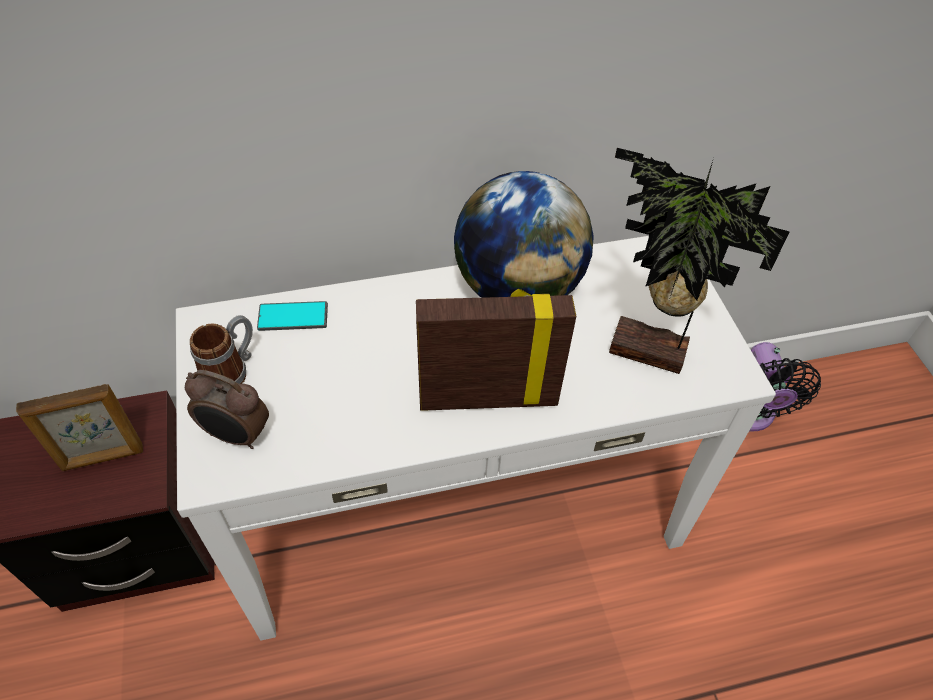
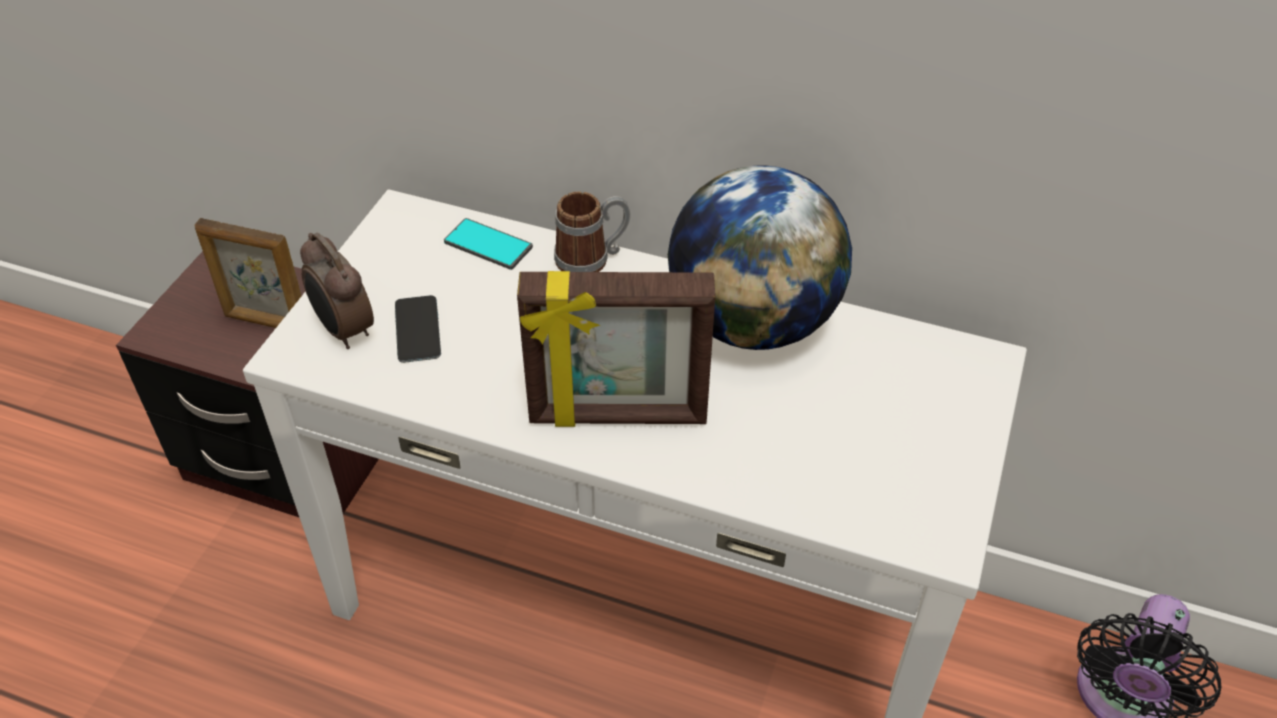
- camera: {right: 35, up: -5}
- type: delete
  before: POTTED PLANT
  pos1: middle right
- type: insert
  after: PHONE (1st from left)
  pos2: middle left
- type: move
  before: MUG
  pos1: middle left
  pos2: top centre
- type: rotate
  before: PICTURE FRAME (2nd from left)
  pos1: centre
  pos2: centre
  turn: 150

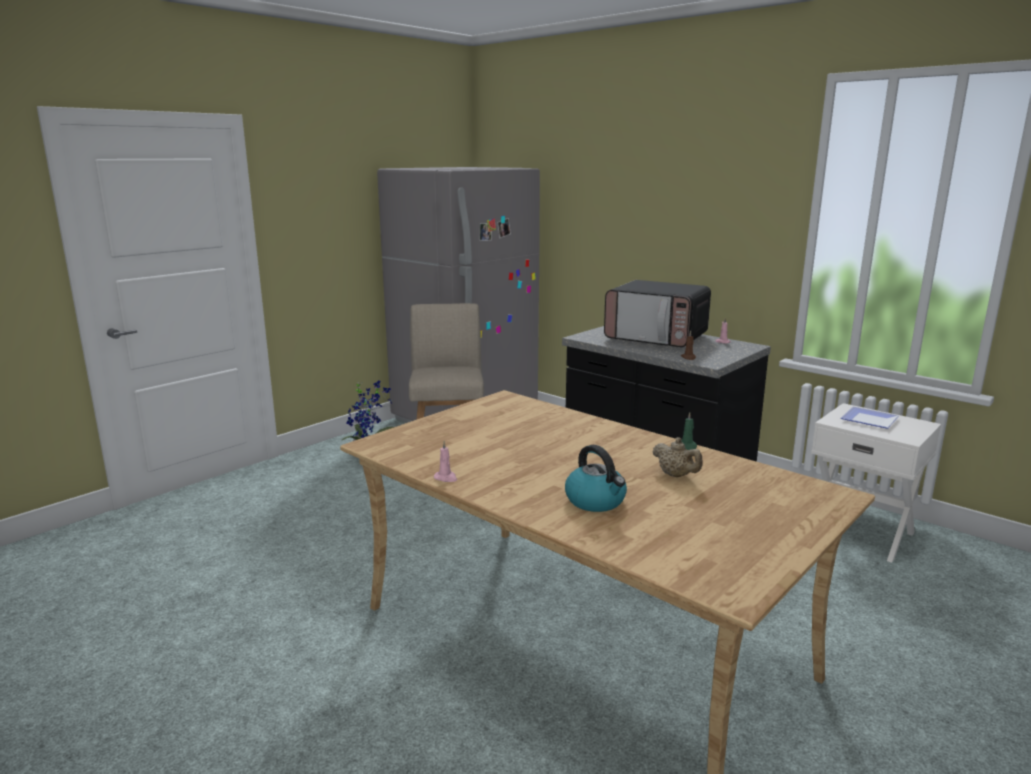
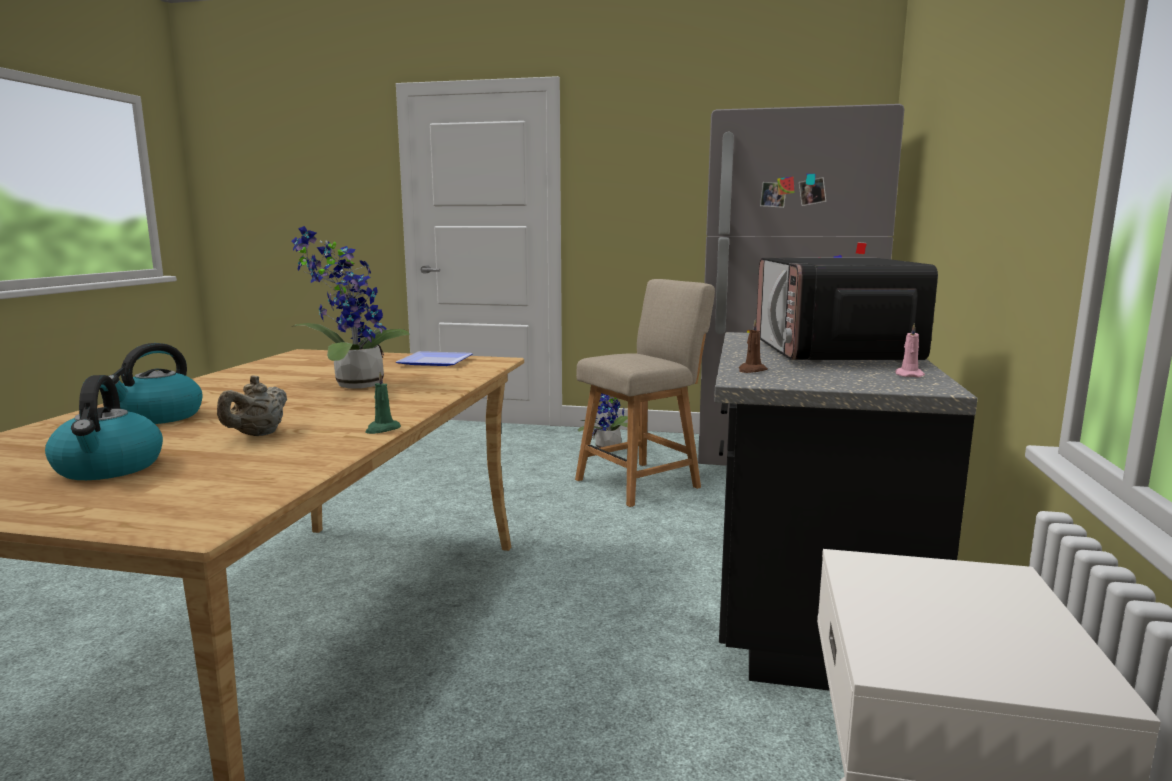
- camera: {right: 60, up: -5}
- type: delete
  before: PINK CANDLE (1st from left)
  pos1: centre
- type: insert
  after: KETTLE (1st from left)
  pos2: middle left
- type: insert
  after: POTTED PLANT (1st from left)
  pos2: middle left
- type: move
  before: PLATE
  pos1: middle right
  pos2: centre

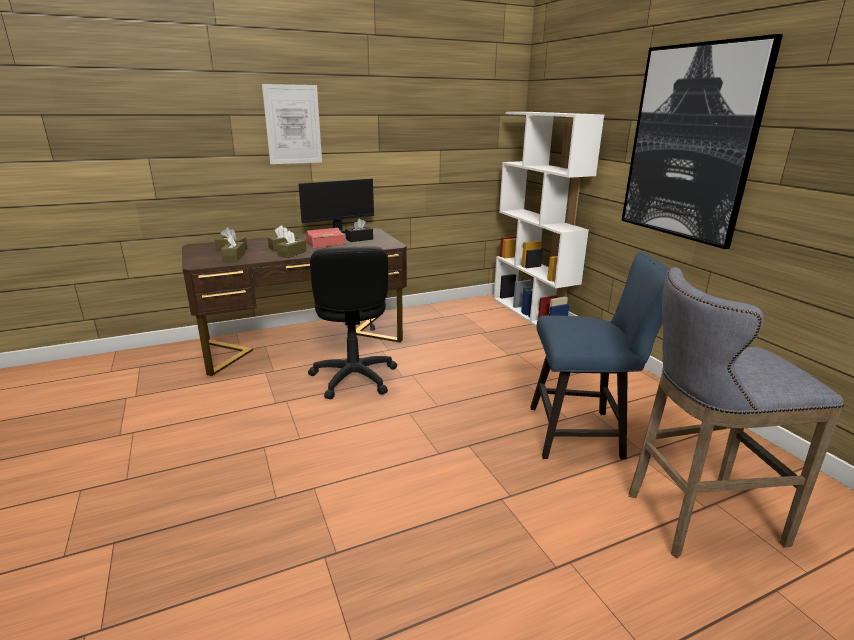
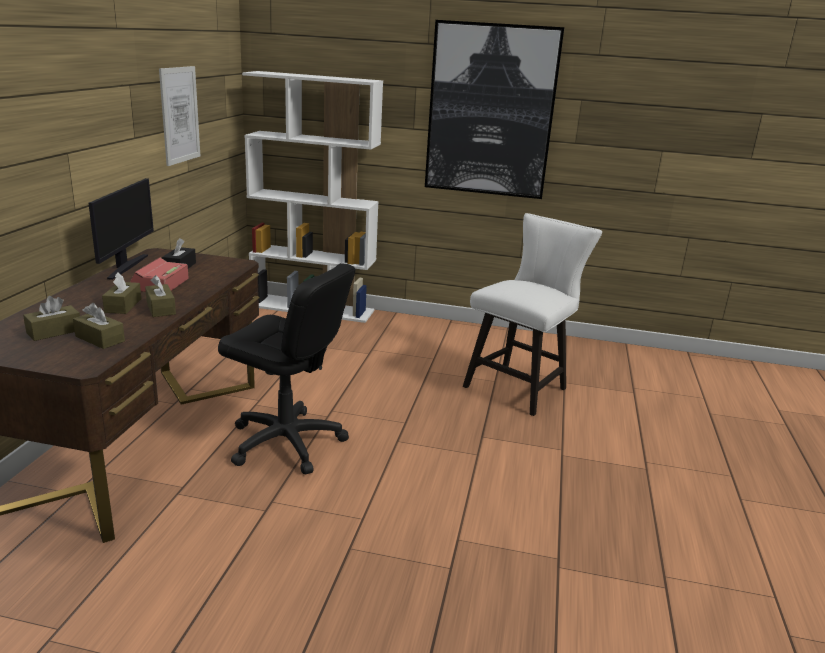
- camera: {right: -55, up: 0}
- type: delete
  before: GREY STOOL
  pos1: middle right
- type: move
  before: PICTURE (1st from left)
  pos1: top centre
  pos2: top left
- type: recolor
  before: BLUE CHAIR
  after: WHITE CHAIR
  pos1: middle right
  pos2: centre

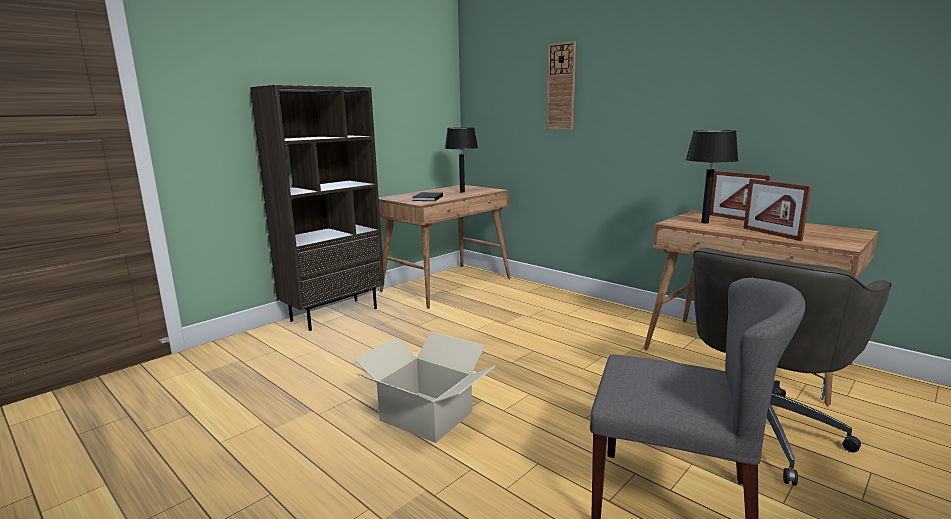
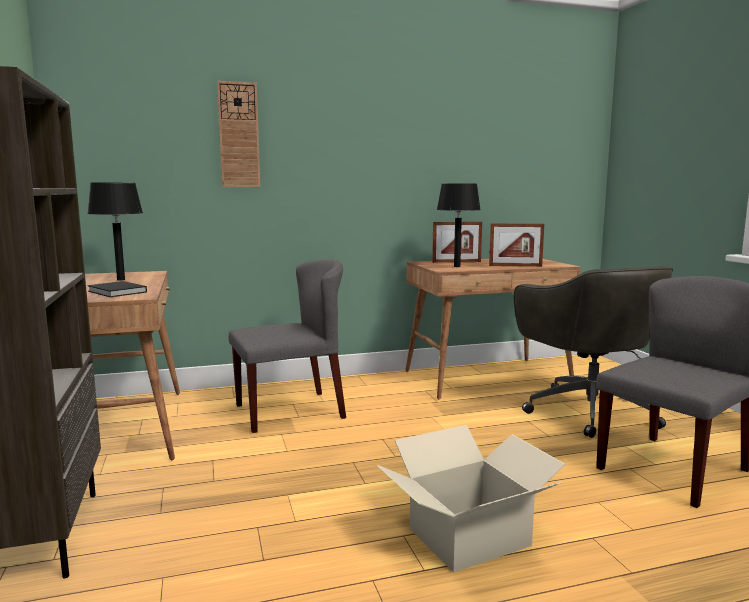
- camera: {right: -60, up: -5}
- type: insert
  after: GREY CHAIR (1st from left)
  pos2: centre

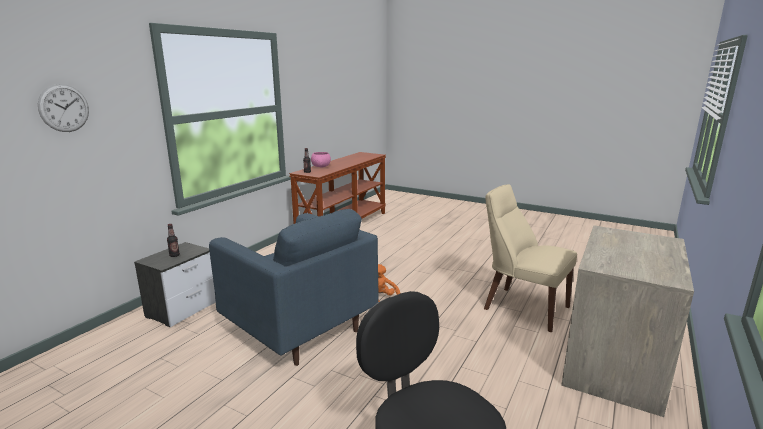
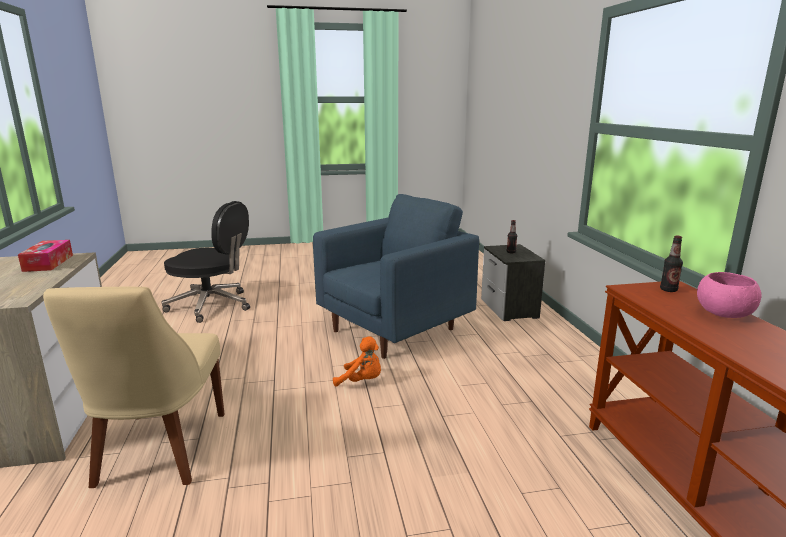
- camera: {right: 140, up: 0}
- type: delete
  before: WALL CLOCK
  pos1: top left
- type: insert
  after: TISSUE BOX
  pos2: middle left
- type: rotate
  before: BLUE ARMCHAIR
  pos1: bottom centre
  pos2: centre
  turn: 135
- type: rotate
  before: BEIGE CHAIR
  pos1: middle right
  pos2: bottom left
  turn: 90

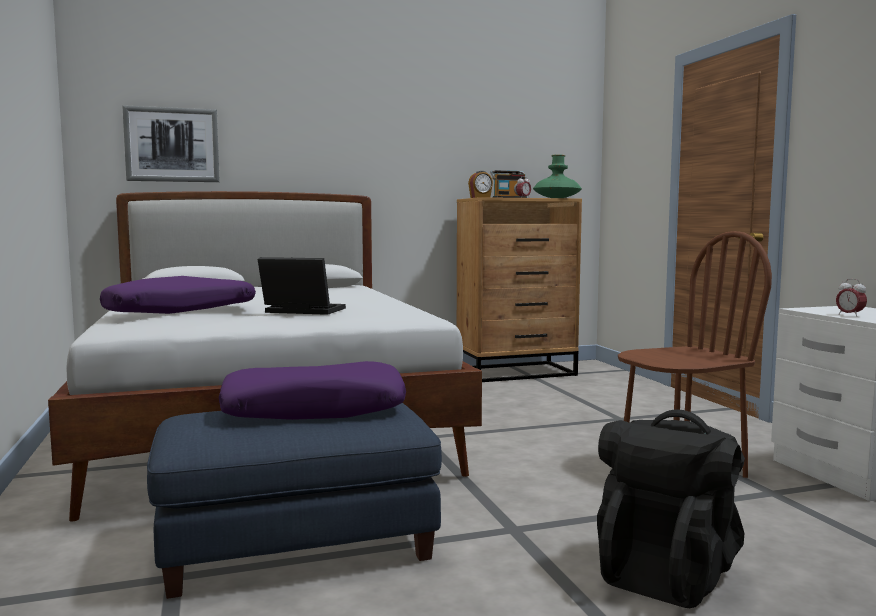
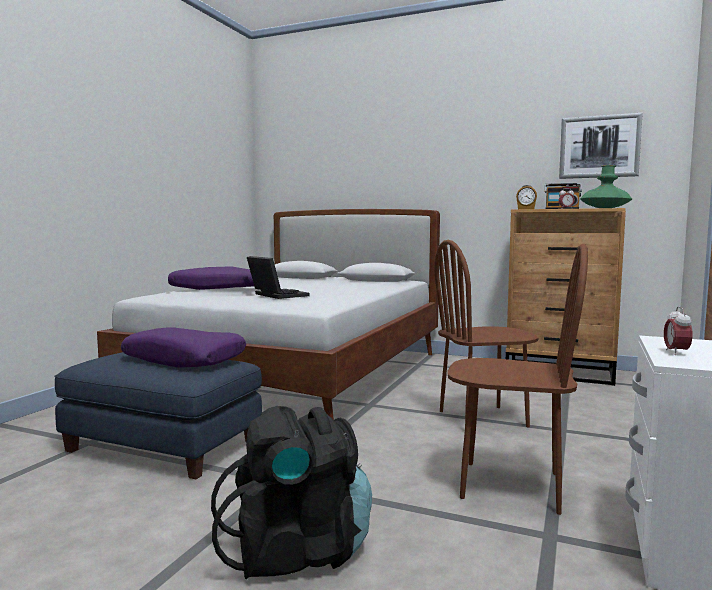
- camera: {right: 40, up: 0}
- type: insert
  after: BROWN CHAIR (1st from left)
  pos2: middle right
- type: move
  before: PICTURE
  pos1: top left
  pos2: top right

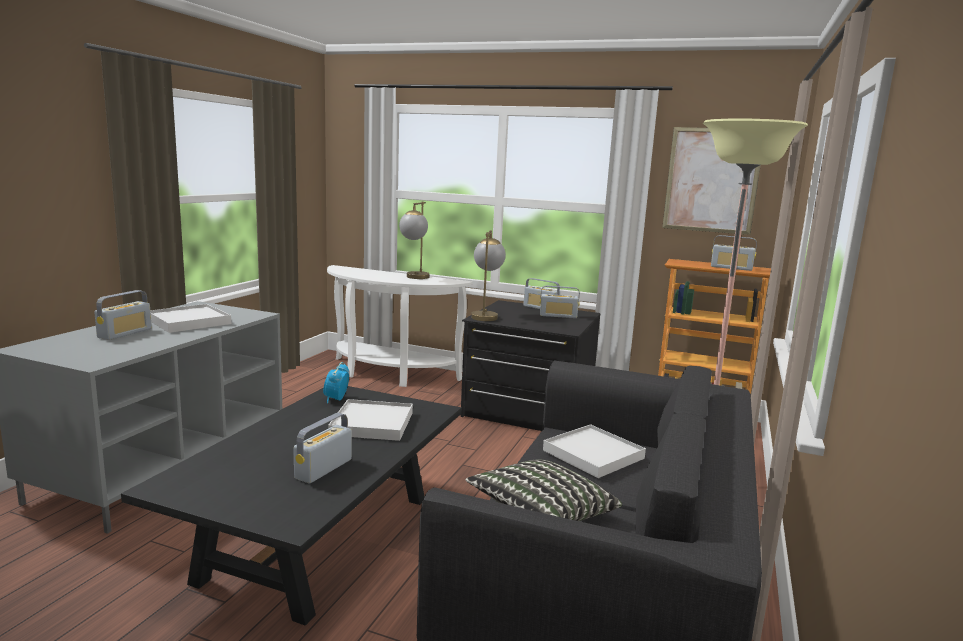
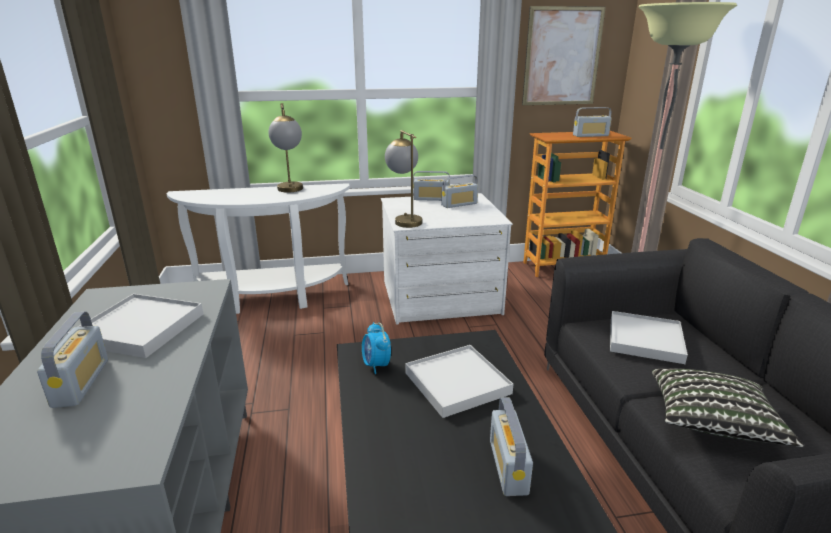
- camera: {right: -30, up: 10}
- type: recolor
  before: BLACK DRESSER
  after: WHITE DRESSER
  pos1: centre
  pos2: centre

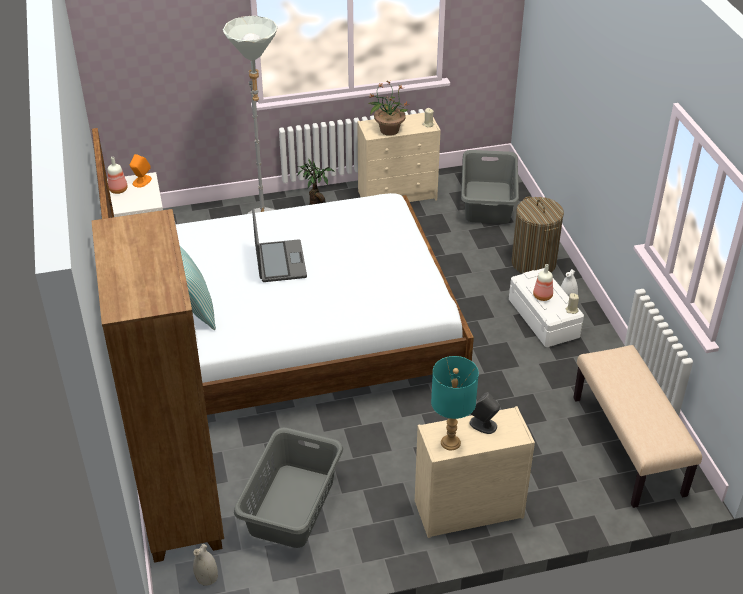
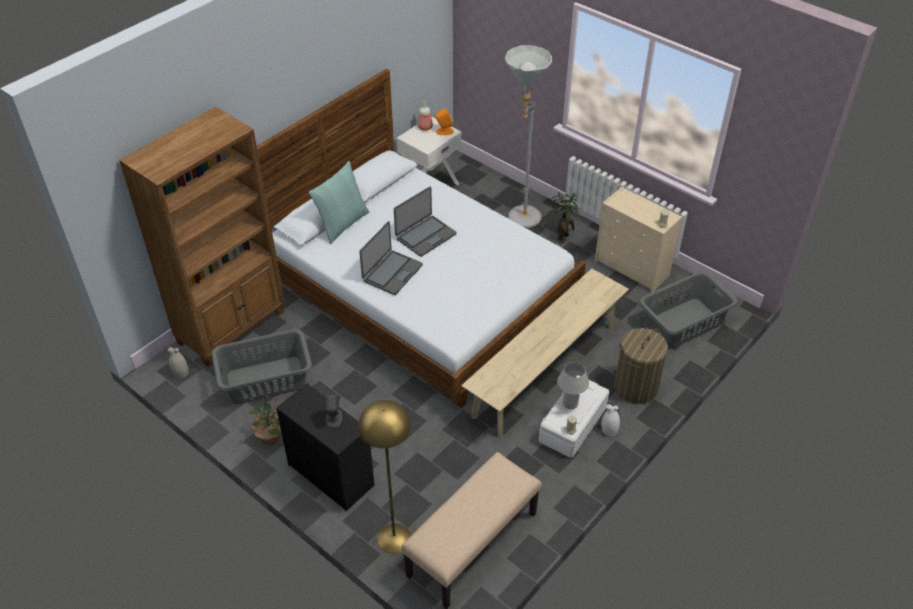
- camera: {right: 55, up: 5}
- type: delete
  before: TURQUOISE TABLE LAMP
  pos1: bottom centre
- type: insert
  after: YELLOW FLOOR LAMP
  pos2: bottom centre
- type: insert
  after: LAPTOP (1st from left)
  pos2: centre
- type: insert
  after: BEIGE BENCH (2nd from left)
  pos2: centre
- type: move
  before: POTTED PLANT (2nd from left in the first image)
  after: POTTED PLANT (1st from left)
  pos1: top centre
  pos2: bottom left
- type: replace
  before: BOTTLE (2nd from left)
  after: WHITE TABLE LAMP
  pos1: middle right
  pos2: centre
- type: recolor
  before: BEIGE DRESSER (2nd from left)
  after: BLACK DRESSER
  pos1: bottom centre
  pos2: bottom centre

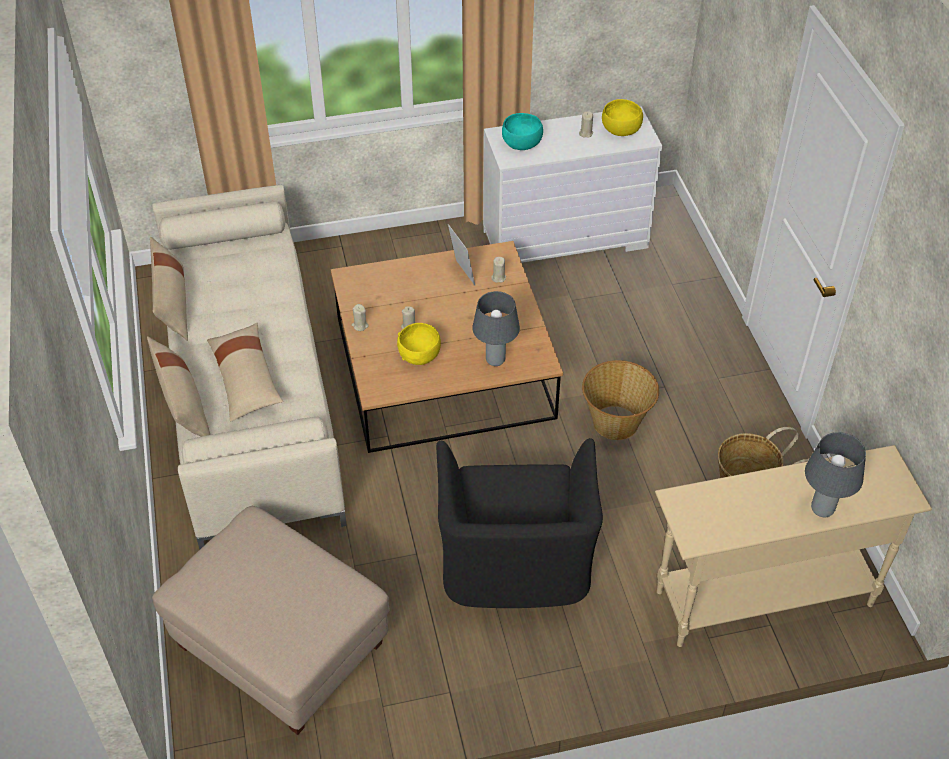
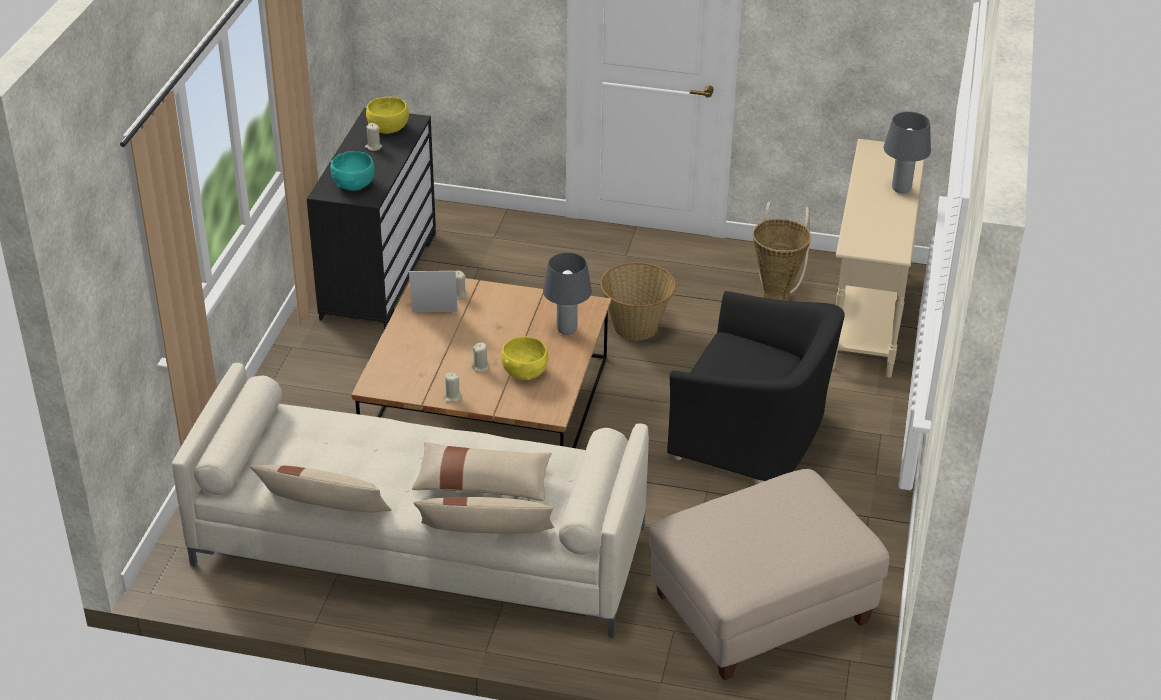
- camera: {right: -65, up: -10}
- type: recolor
  before: WHITE DRESSER
  after: BLACK DRESSER
  pos1: top centre
  pos2: top left

